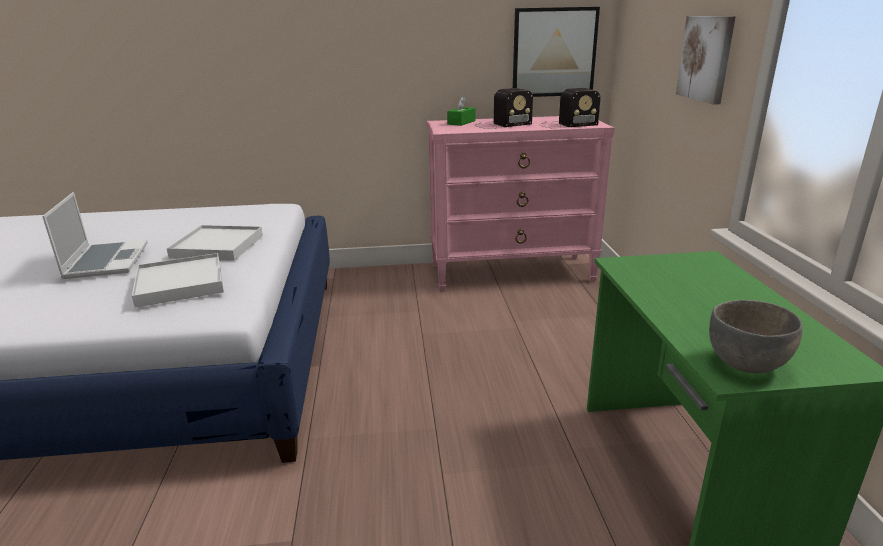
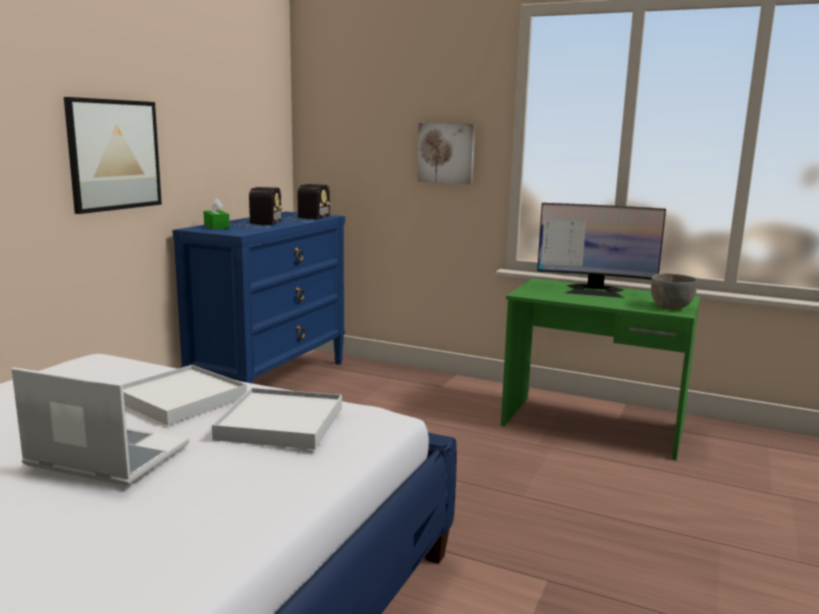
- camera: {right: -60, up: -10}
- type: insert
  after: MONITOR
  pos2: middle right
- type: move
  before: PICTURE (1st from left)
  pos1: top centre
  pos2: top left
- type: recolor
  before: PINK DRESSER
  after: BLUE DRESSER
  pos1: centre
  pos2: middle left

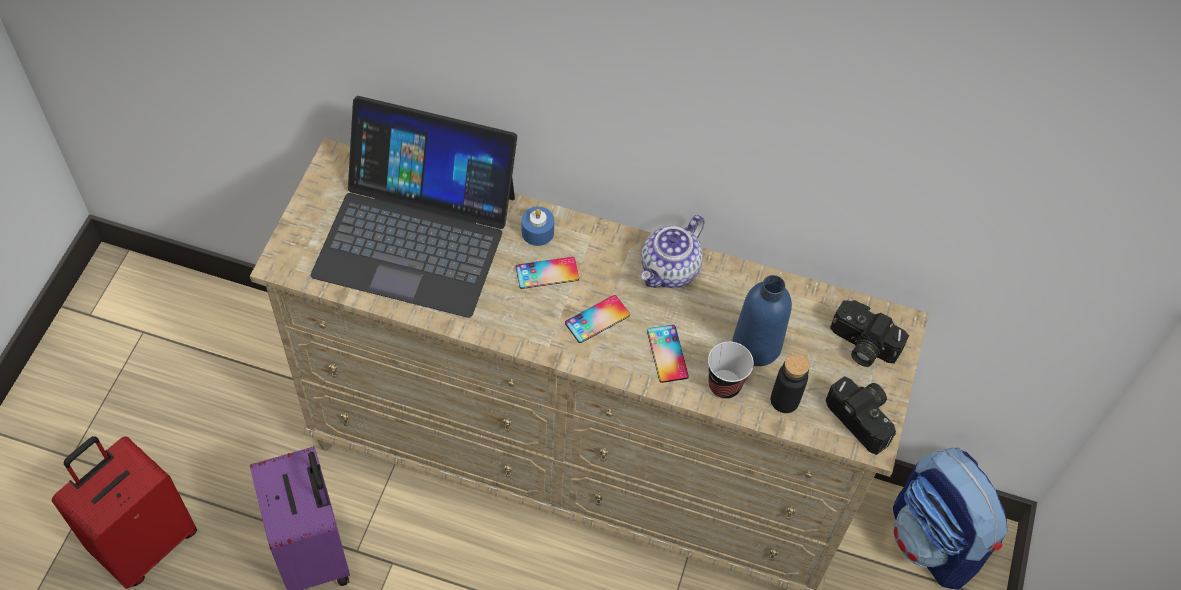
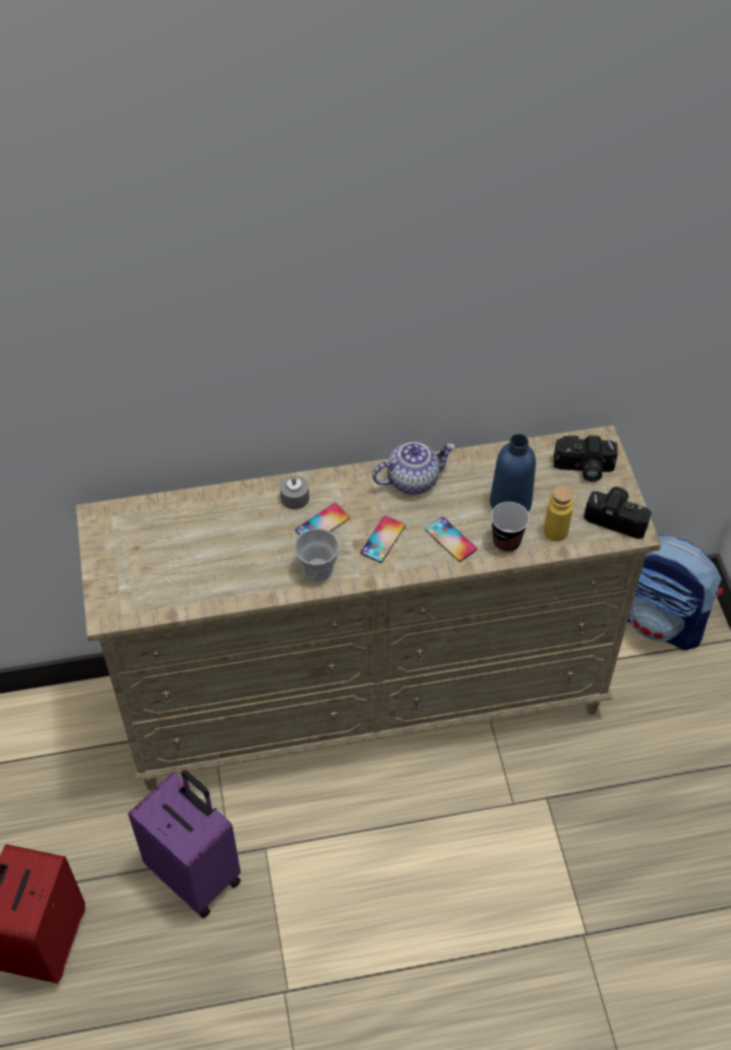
- camera: {right: -25, up: -5}
- type: delete
  before: LAPTOP
  pos1: centre
- type: insert
  after: CUP (1st from left)
  pos2: centre
- type: recolor
  before: BLUE CANDLE
  after: GREY CANDLE
  pos1: centre
  pos2: centre
- type: recolor
  before: BLACK BOTTLE
  after: YELLOW BOTTLE
  pos1: middle right
  pos2: middle right
- type: rotate
  before: TEAPOT
  pos1: centre
  pos2: centre
  turn: -120

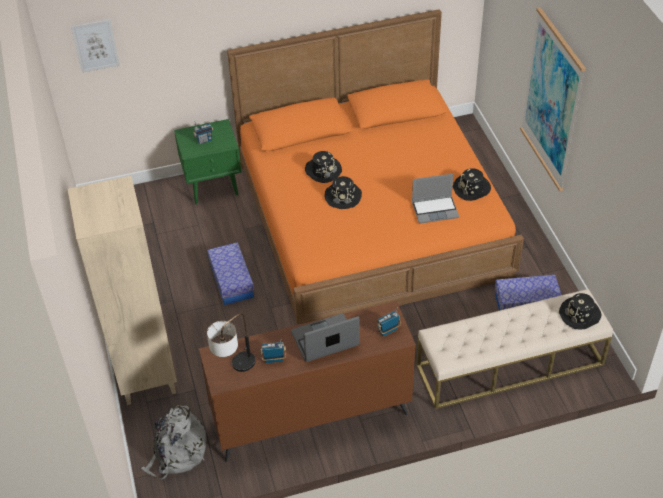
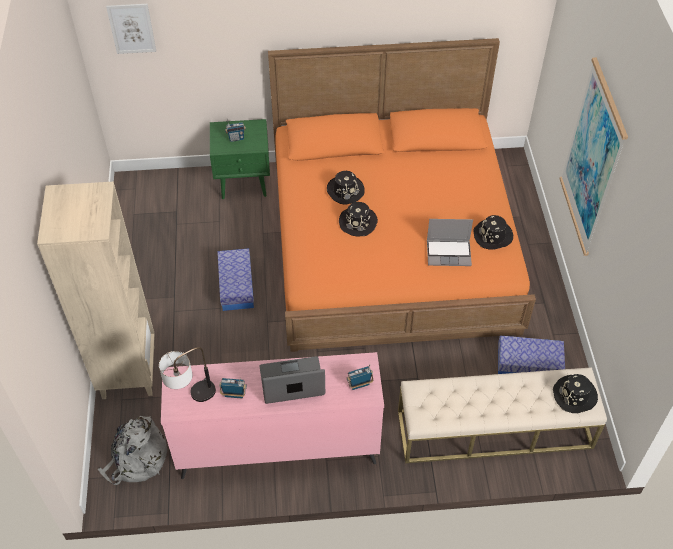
- camera: {right: 10, up: 5}
- type: recolor
  before: BROWN DRESSER
  after: PINK DRESSER
  pos1: bottom centre
  pos2: bottom centre

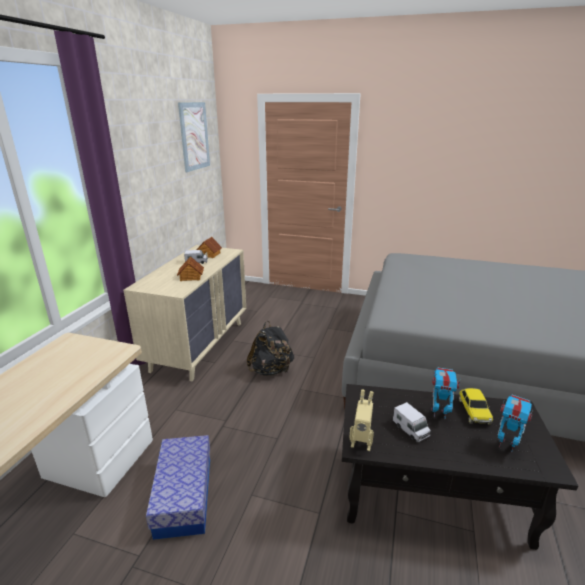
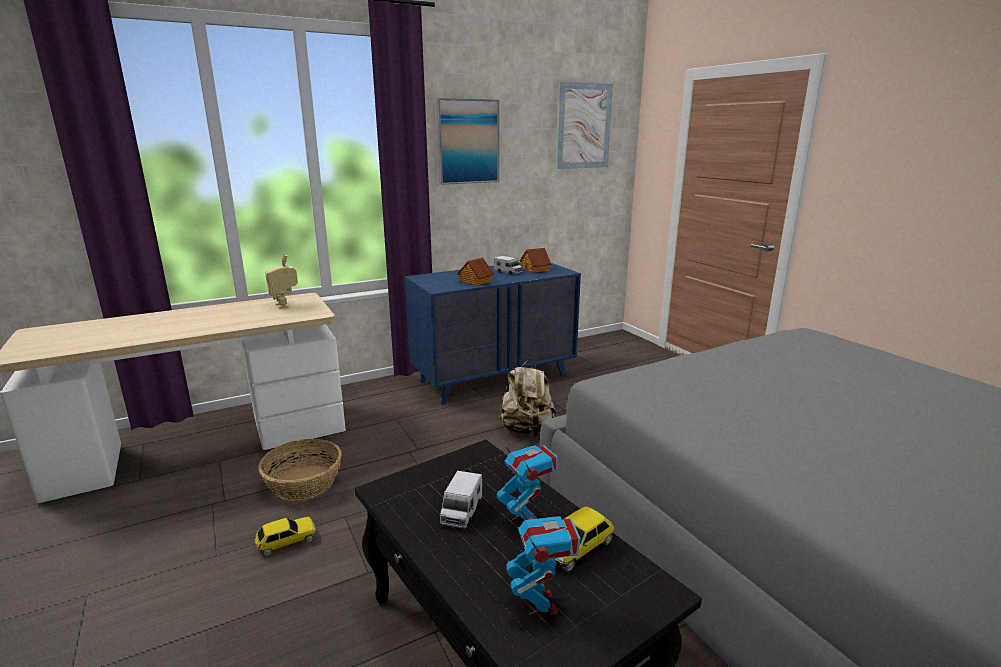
- camera: {right: 45, up: -5}
- type: insert
  after: TOY CAR (1st from left)
  pos2: bottom left
- type: insert
  after: PICTURE (1st from left)
  pos2: top centre
- type: move
  before: TOY ROBOT (1st from left)
  pos1: bottom centre
  pos2: middle left
- type: replace
  before: STORAGE BOX
  after: BASKET
  pos1: bottom left
  pos2: bottom left
- type: recolor
  before: BEIGE DRESSER
  after: BLUE DRESSER
  pos1: middle left
  pos2: centre
- type: recolor
  before: BLACK BACKPACK
  after: BEIGE BACKPACK
  pos1: centre
  pos2: centre

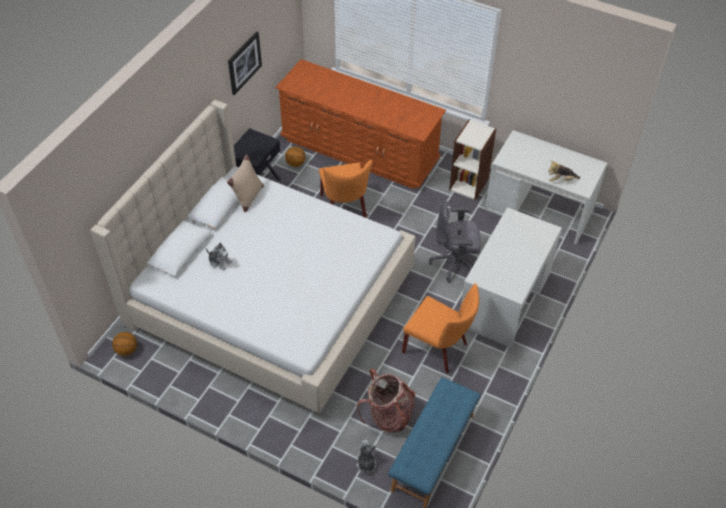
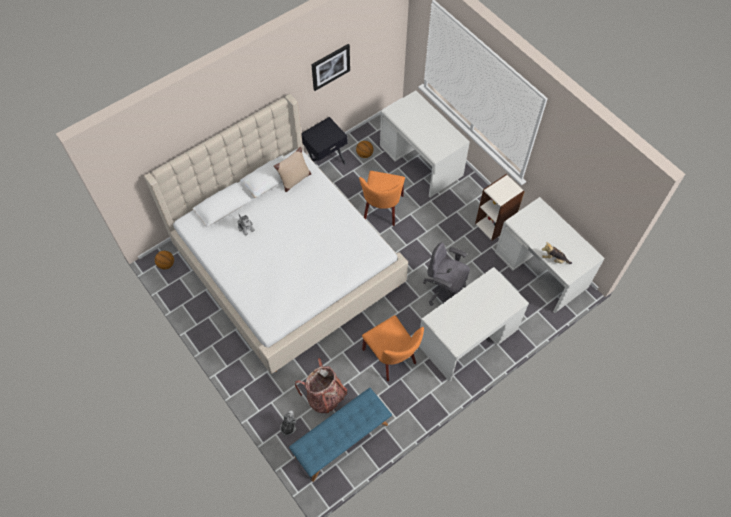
- camera: {right: 25, up: 10}
- type: replace
  before: BROWN DRESSER
  after: WHITE DESK (1st from left)
  pos1: top centre
  pos2: top centre

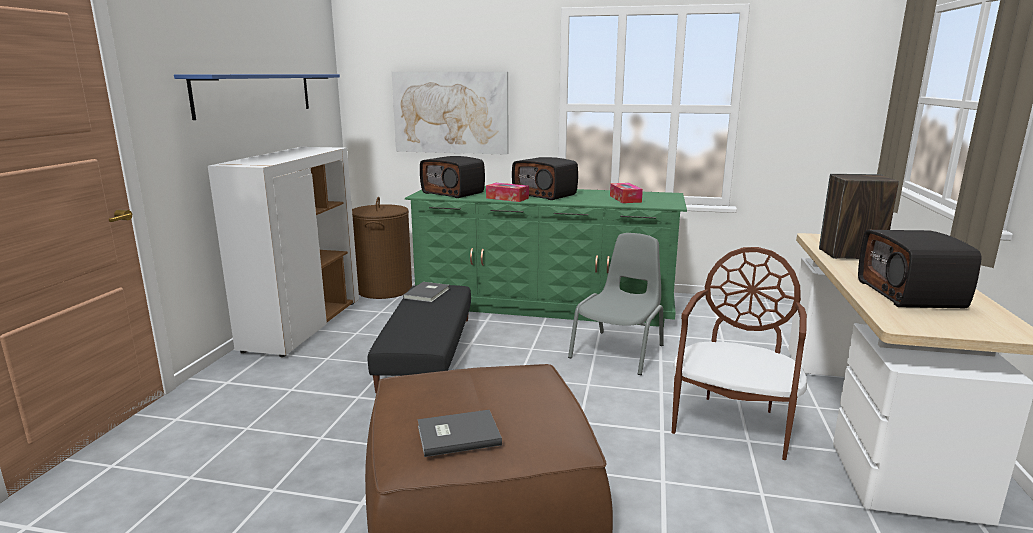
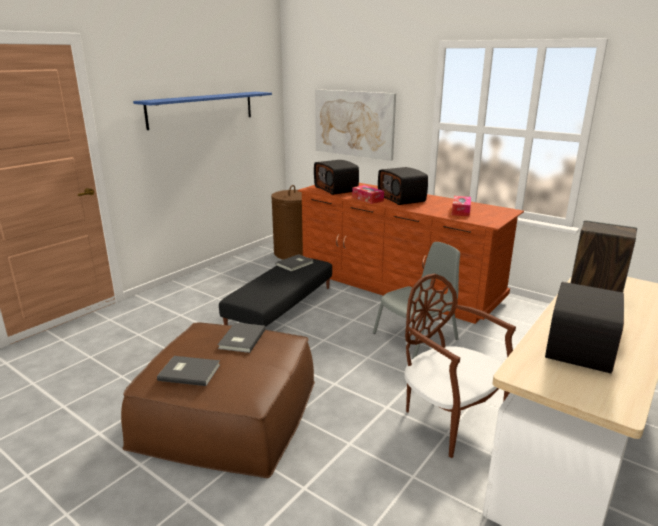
- camera: {right: 25, up: 5}
- type: delete
  before: WHITE CABINET
  pos1: middle left
- type: insert
  after: GREY BOOK (2nd from left)
  pos2: centre
- type: recolor
  before: GREEN DRESSER
  after: BROWN DRESSER
  pos1: centre
  pos2: centre
- type: rotate
  before: BROWN CHAIR
  pos1: middle right
  pos2: bottom right
  turn: -90

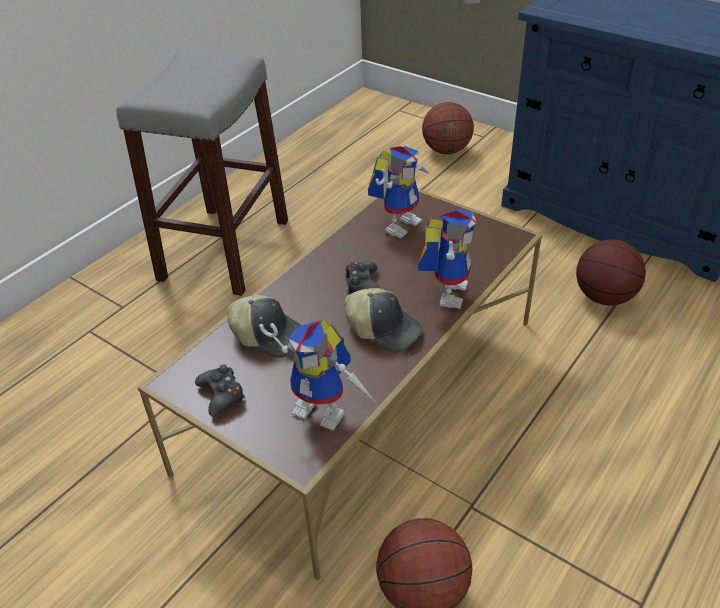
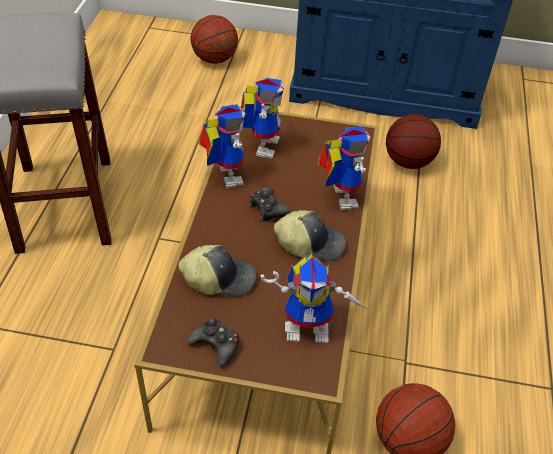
- camera: {right: -30, up: 5}
- type: insert
  after: TOY ROBOT (1st from left)
  pos2: top centre

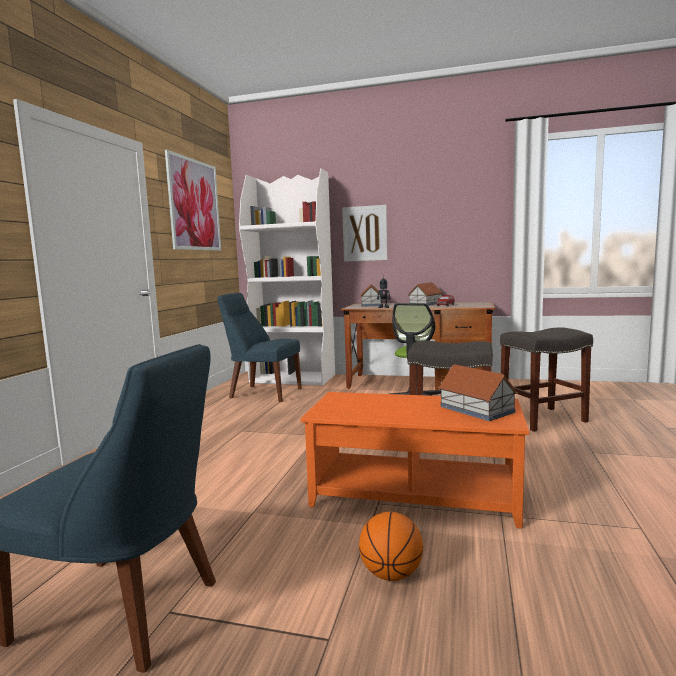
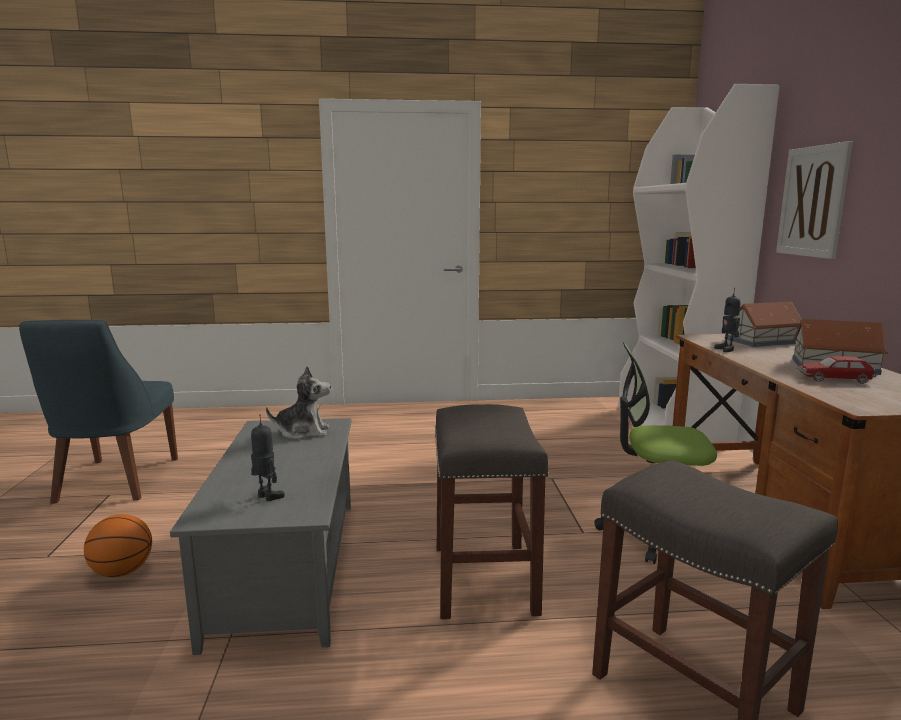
- camera: {right: 70, up: 5}
- type: delete
  before: PICTURE (1st from left)
  pos1: top left
- type: delete
  before: BLUE CHAIR (2nd from left)
  pos1: centre
- type: insert
  after: PLUSH TOY
  pos2: middle left
- type: replace
  before: TOY HOUSE (3rd from left)
  after: TOY ROBOT (1st from left)
  pos1: middle right
  pos2: middle left
- type: recolor
  before: ORANGE COFFEE TABLE
  after: GREY COFFEE TABLE
  pos1: bottom centre
  pos2: bottom left

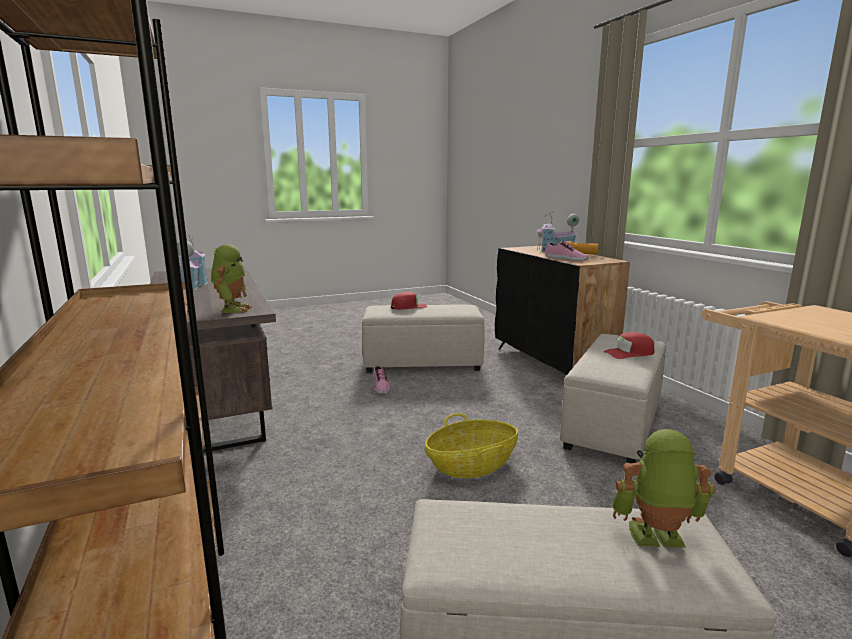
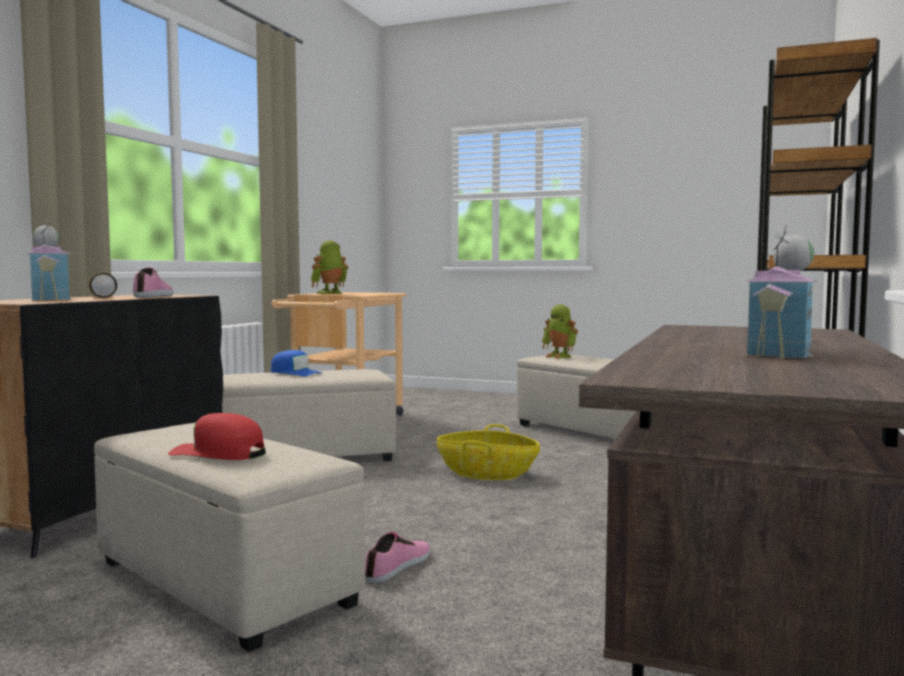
- camera: {right: -135, up: -10}
- type: move
  before: TOY ROBOT (1st from left)
  pos1: middle left
  pos2: centre
- type: recolor
  before: RED CAP (2nd from left)
  after: BLUE CAP
  pos1: middle right
  pos2: middle left

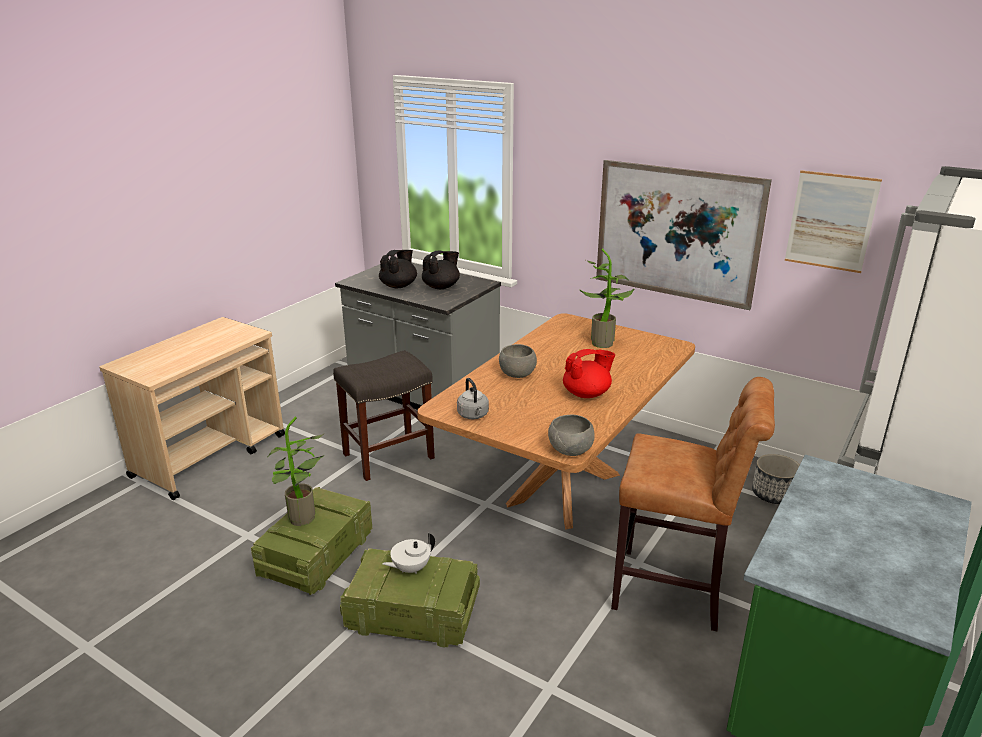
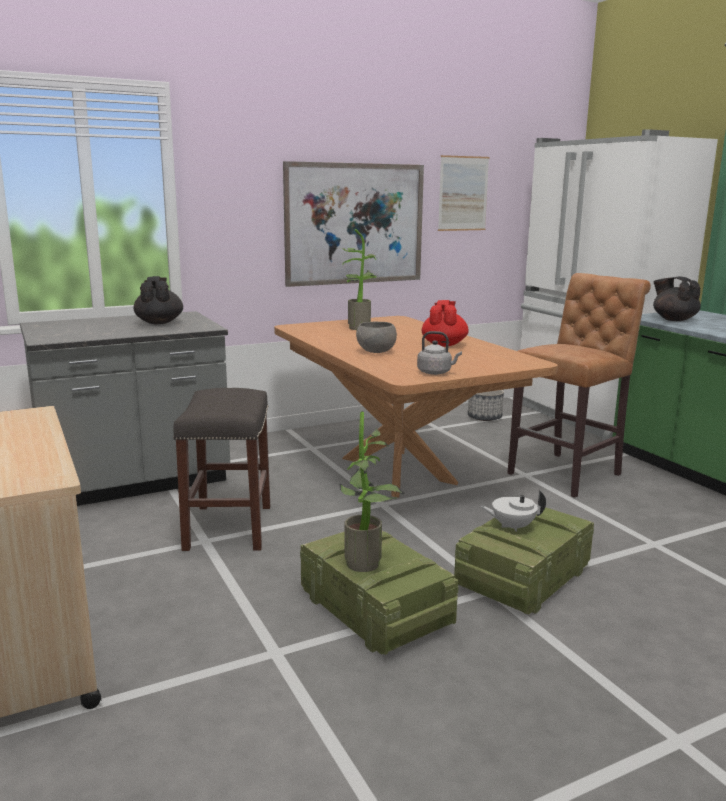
- camera: {right: -60, up: -10}
- type: delete
  before: GREY BOWL (2nd from left)
  pos1: centre
- type: move
  before: BLACK TEAPOT (1st from left in the first image)
  after: BLACK TEAPOT (2nd from left)
  pos1: centre
  pos2: middle right
- type: rotate
  before: WHITE TEAPOT
  pos1: bottom centre
  pos2: middle right
  turn: 90

